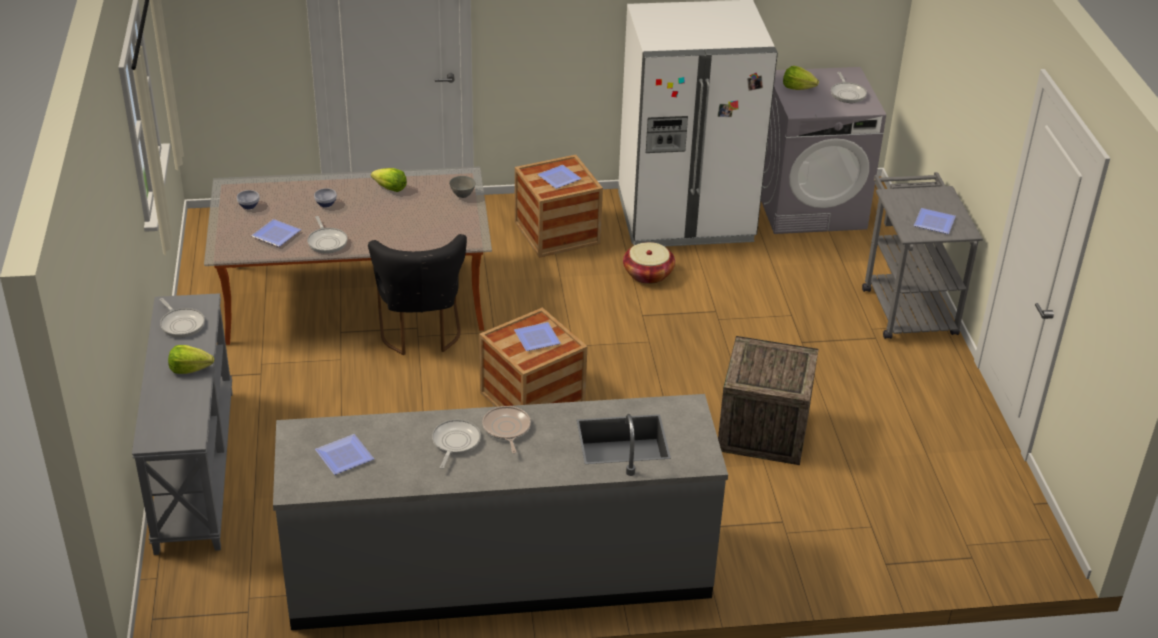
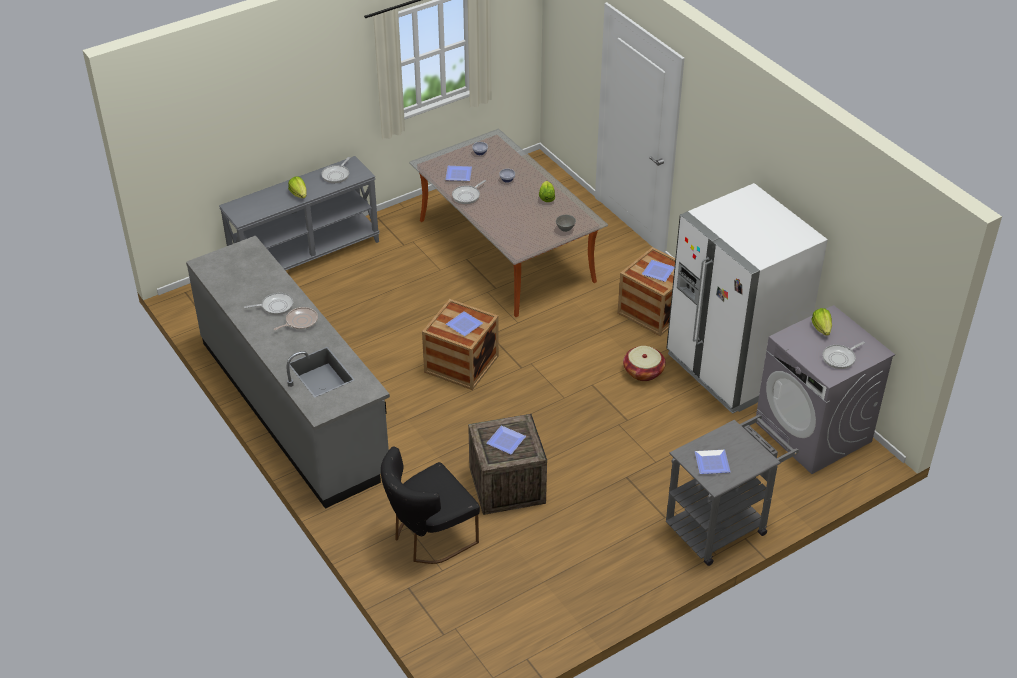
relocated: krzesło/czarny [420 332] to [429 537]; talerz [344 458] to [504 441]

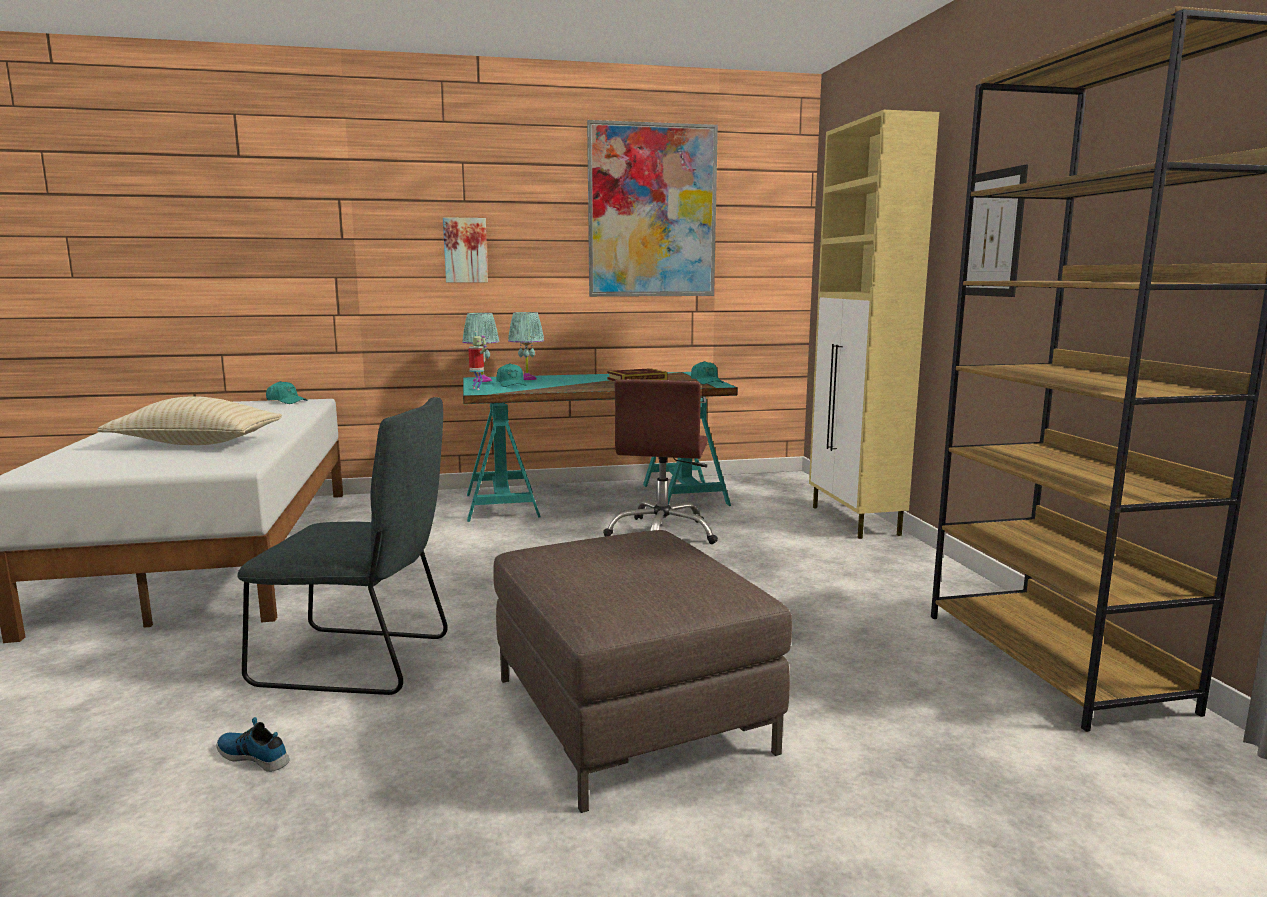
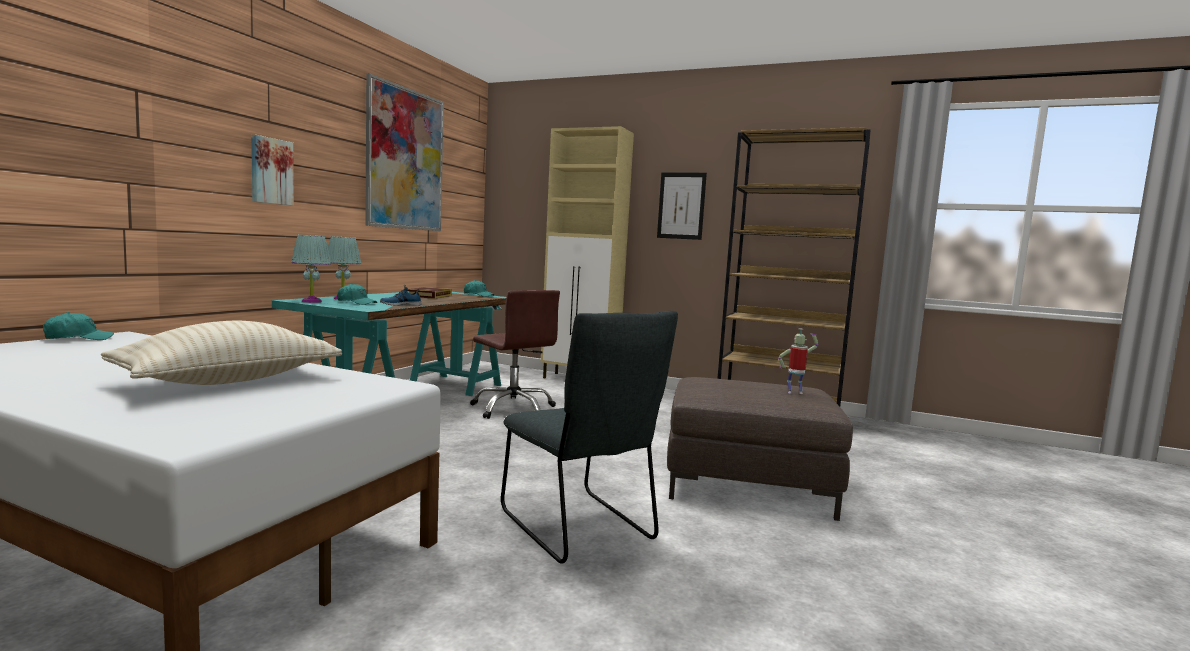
relocated: robot zabawkowy [478 389] to [794 392]; but [254 755] to [400 305]
spun: krzesło/szary [361 661] = [580 528] 105 degrees clockwise

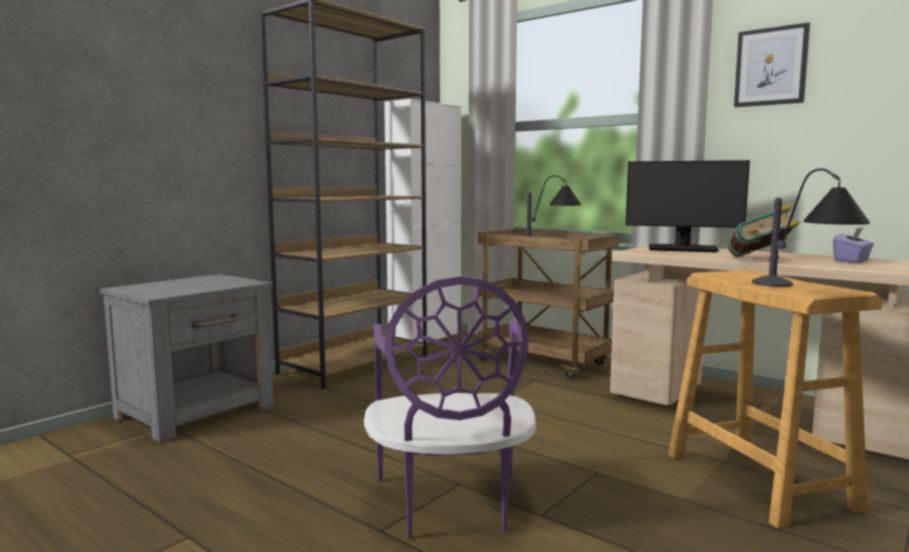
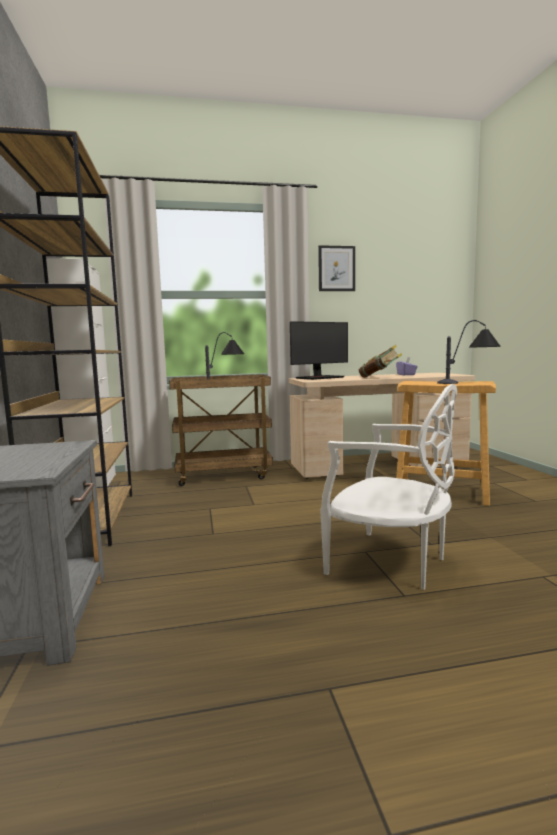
colour: krzesło/fioletowy [450 504] to krzesło/biały [390 562]

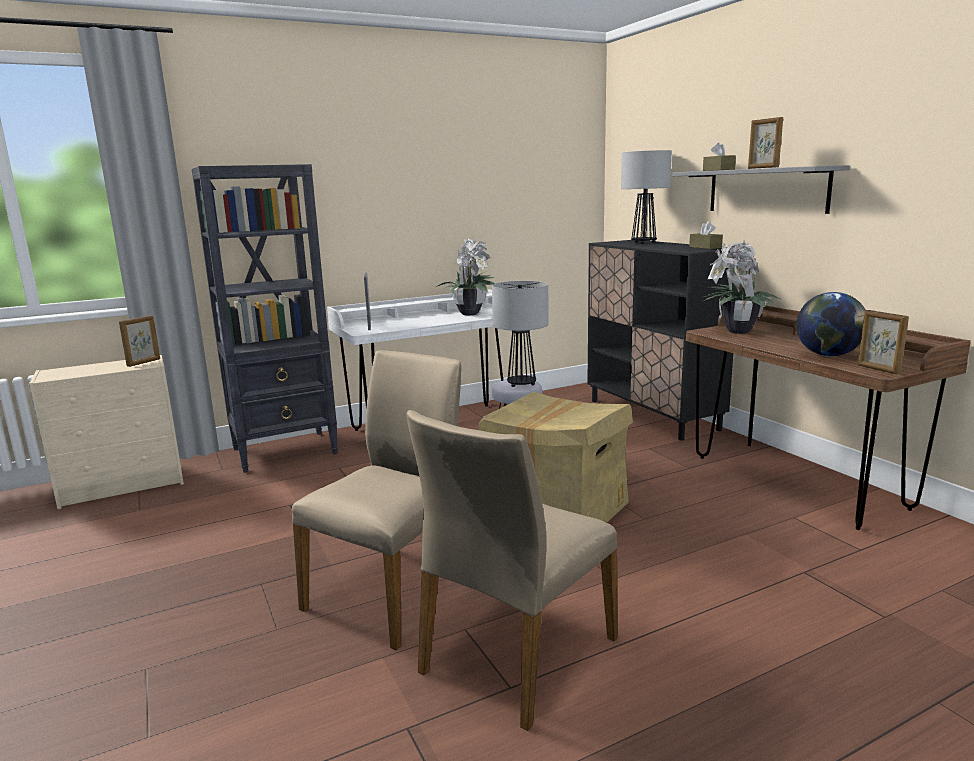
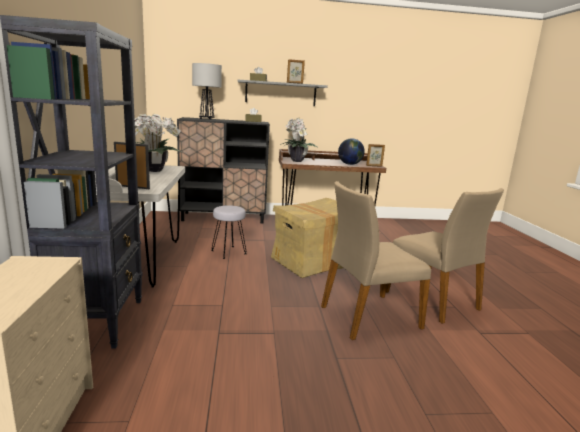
missing: lampa stołowa [522 384]; ramka na zdjęcie [144 362]
spun: krzesło/beżowy [394 591] = [368 316] 75 degrees counterclockwise

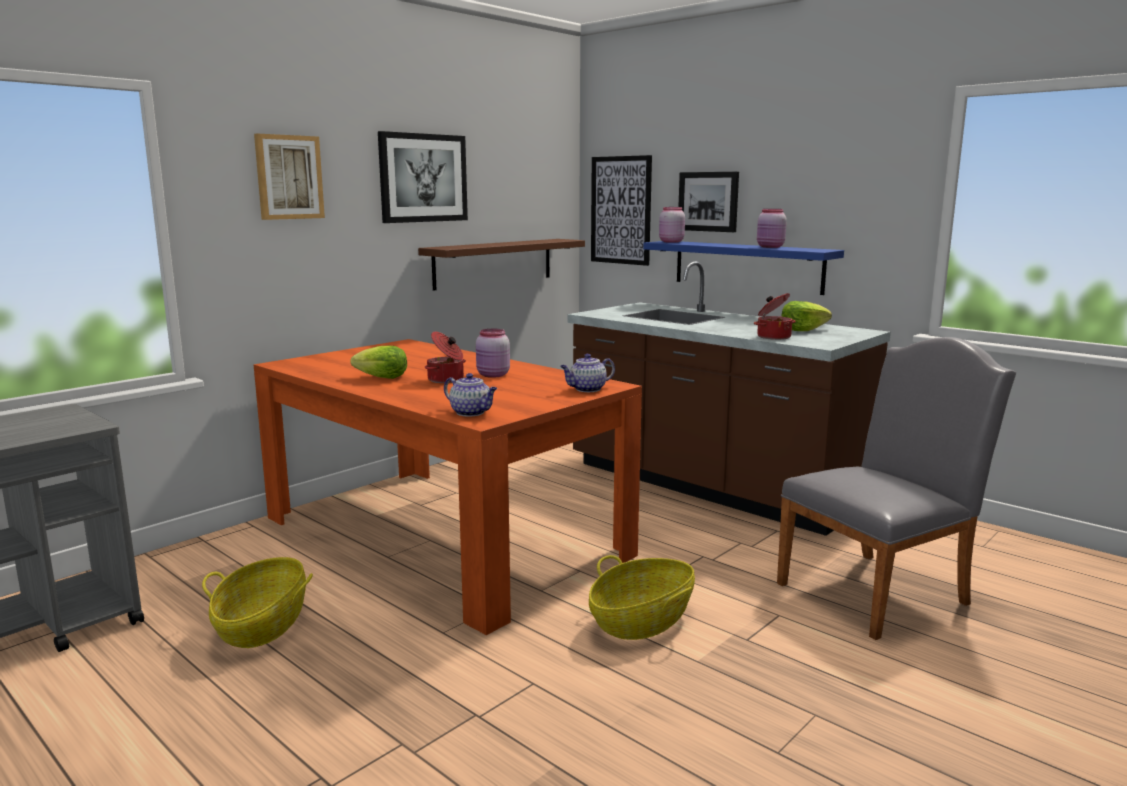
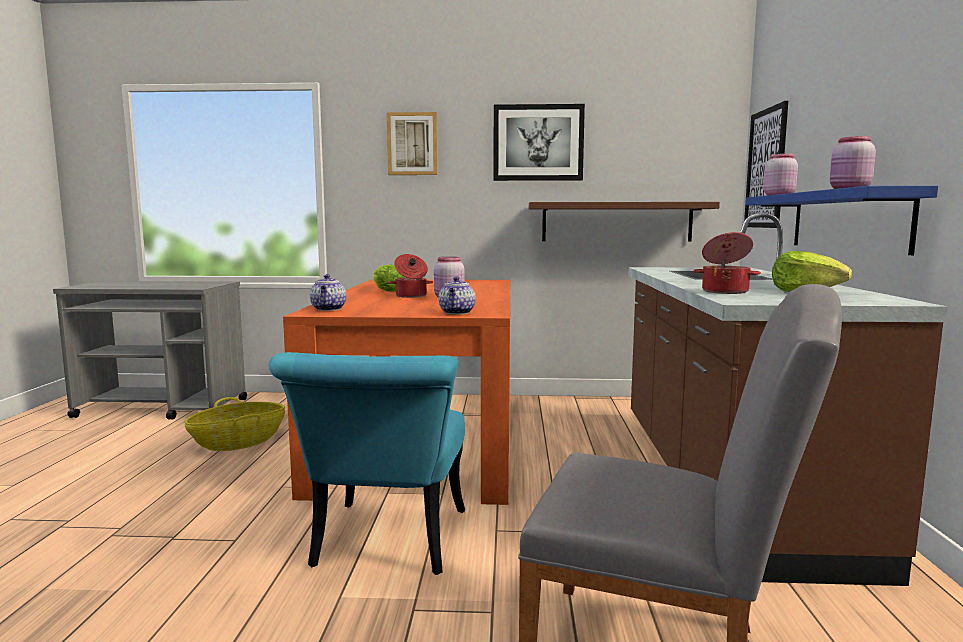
missing: obraz [708 201]
exchanged: koszyk [641 621] to krzesło/turkusowy [386 546]
spun: imbryk [587 389] = [457 312] 105 degrees counterclockwise

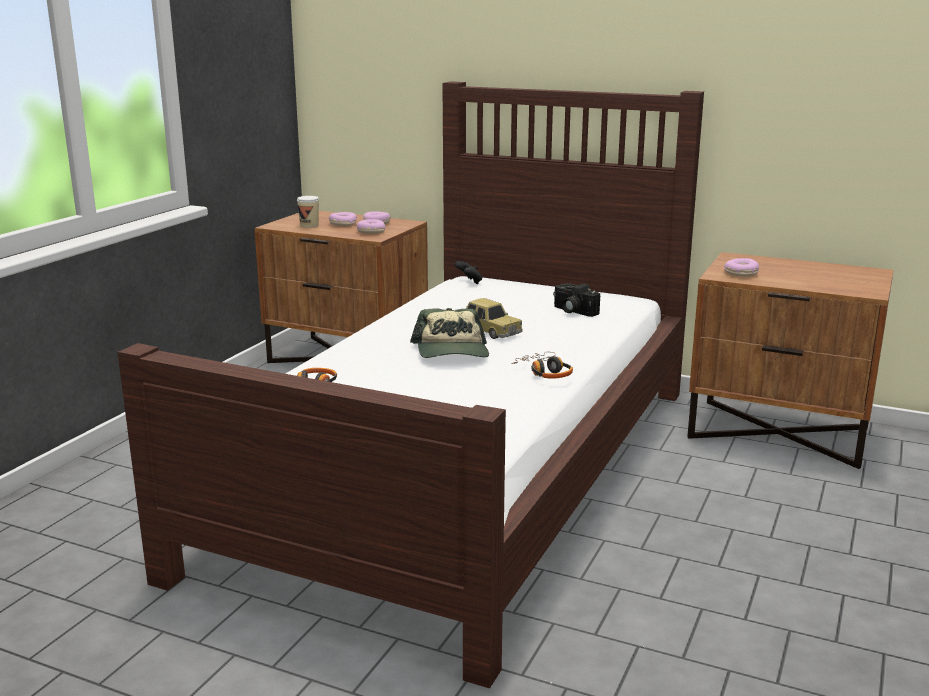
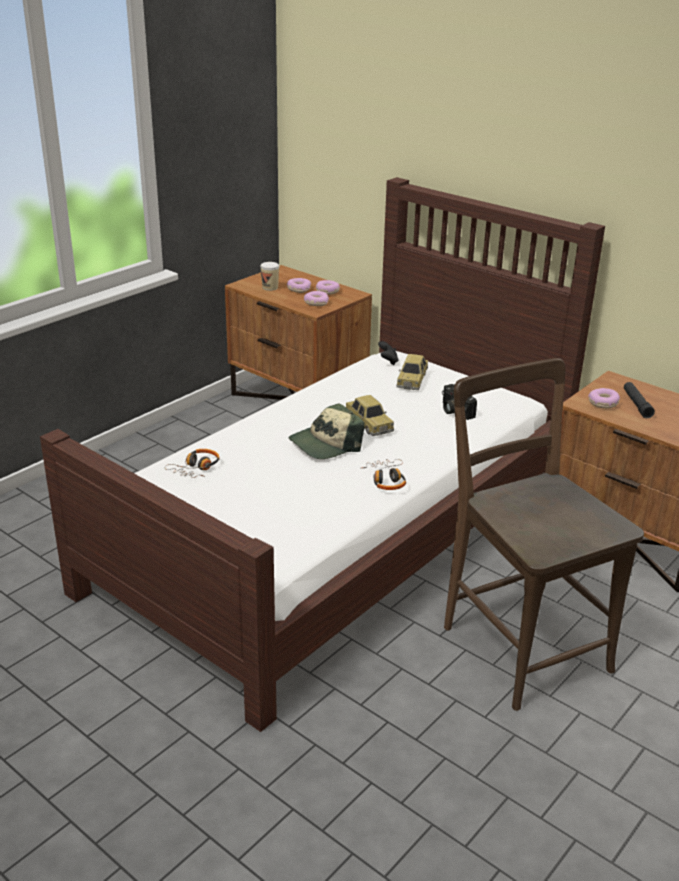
appeared: samochodzik [412 380]; krzesło/brązowy [520 643]; latarka/czarny [637 404]
spun: czapka z daszkiem [452 352] = [326 444] 45 degrees clockwise

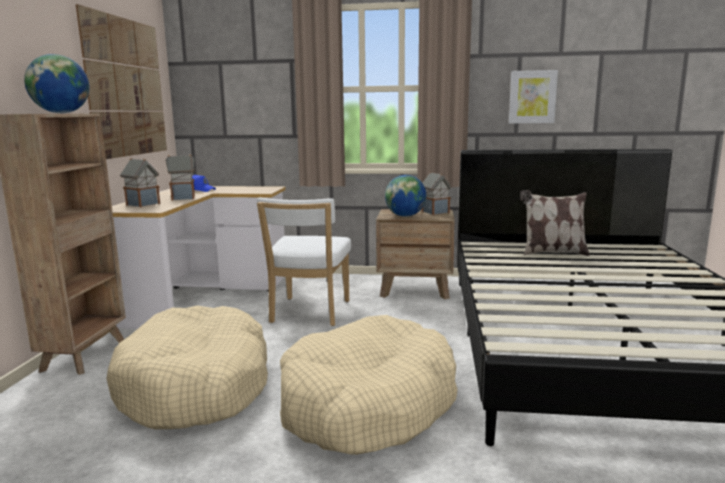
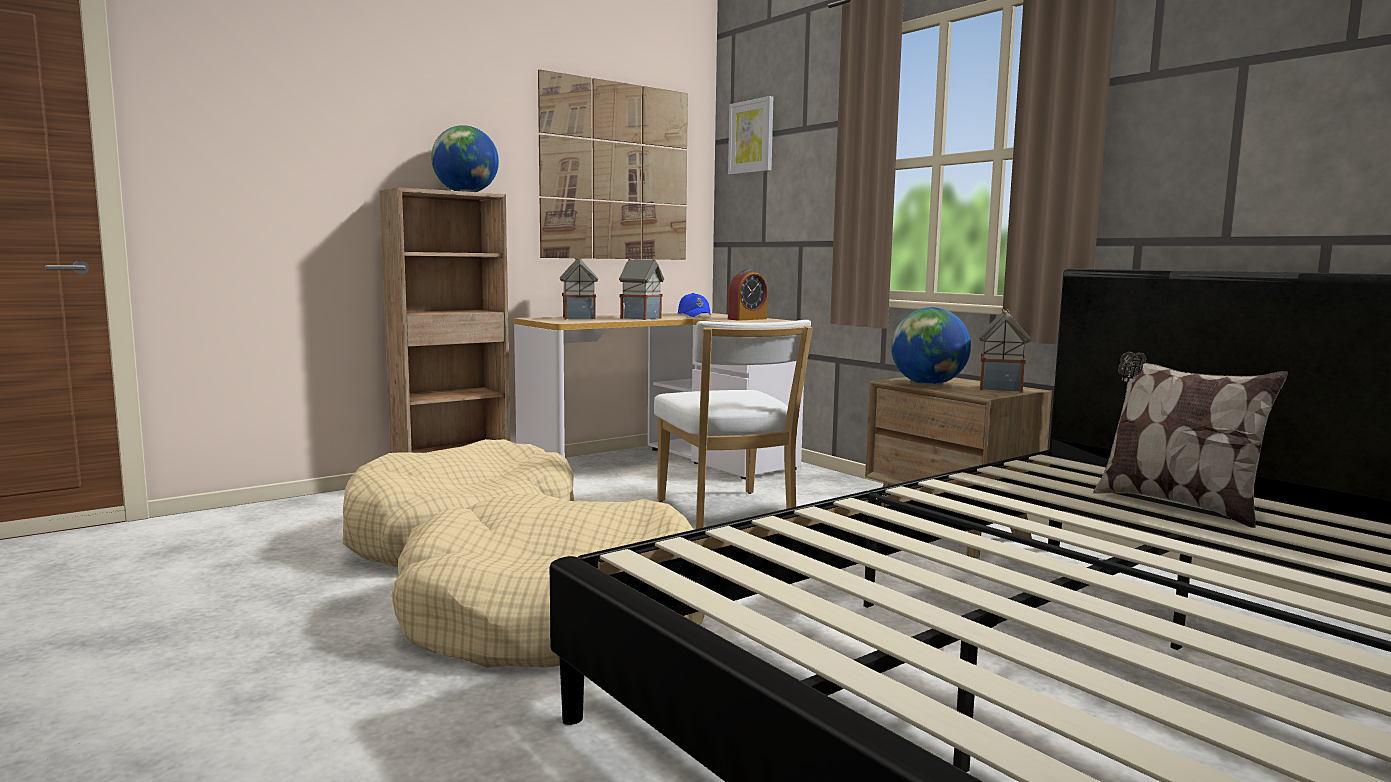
appeared: budzik [747 319]
relocated: obraz [532 97] to [751 137]
spun: krzesło/biały [309 313] = [727 513] 75 degrees counterclockwise

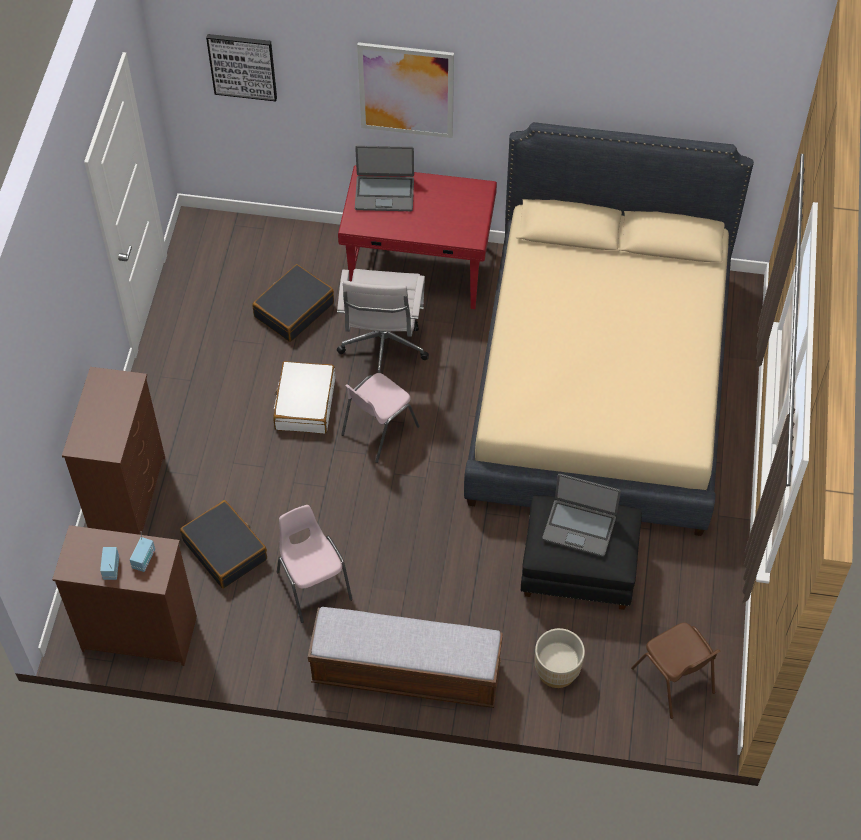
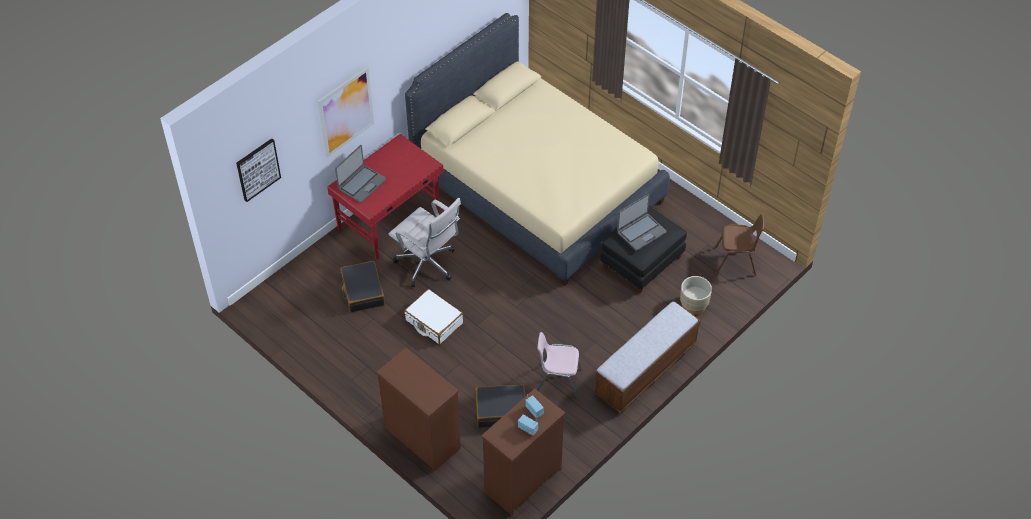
missing: krzesło/różowy [378 430]

